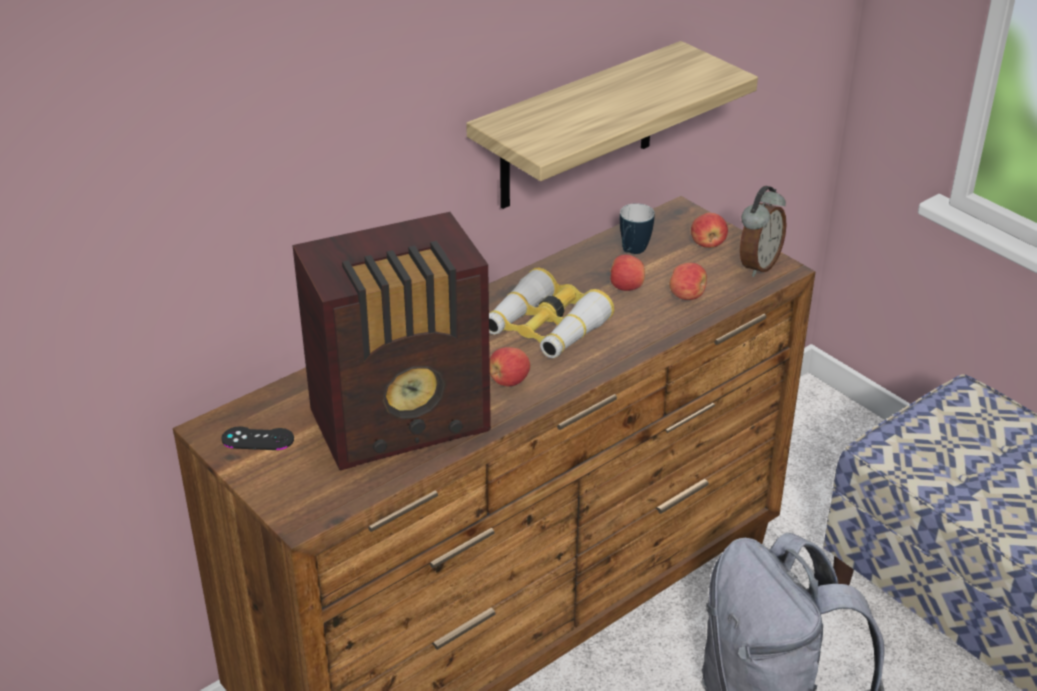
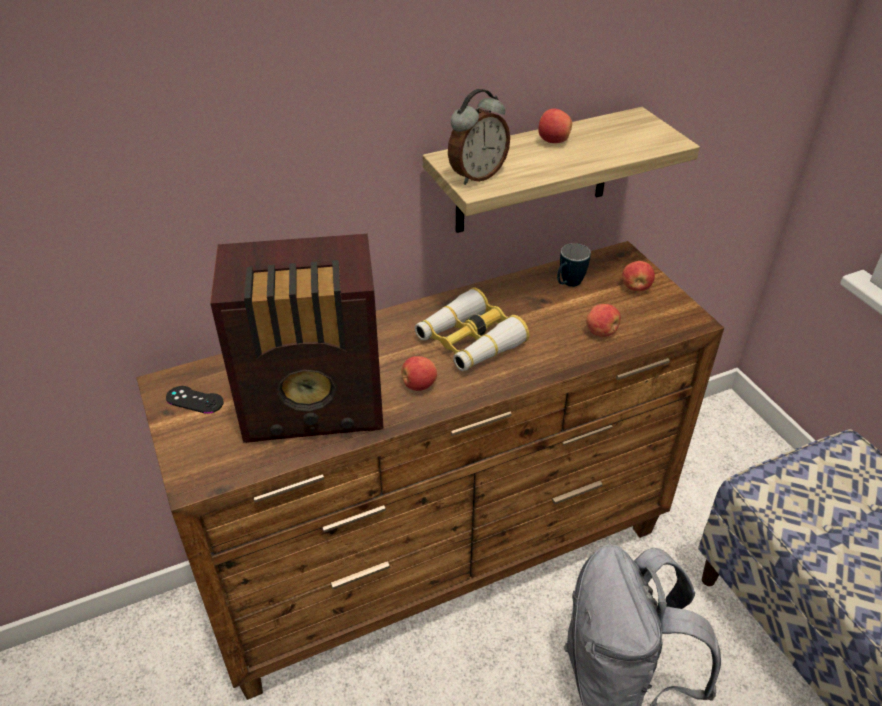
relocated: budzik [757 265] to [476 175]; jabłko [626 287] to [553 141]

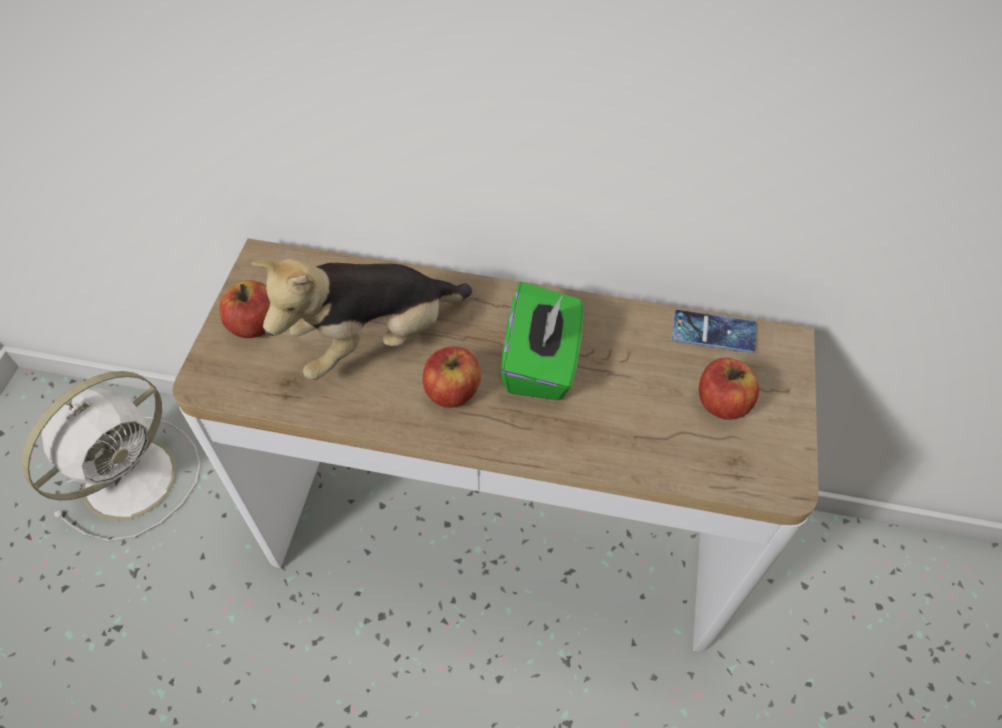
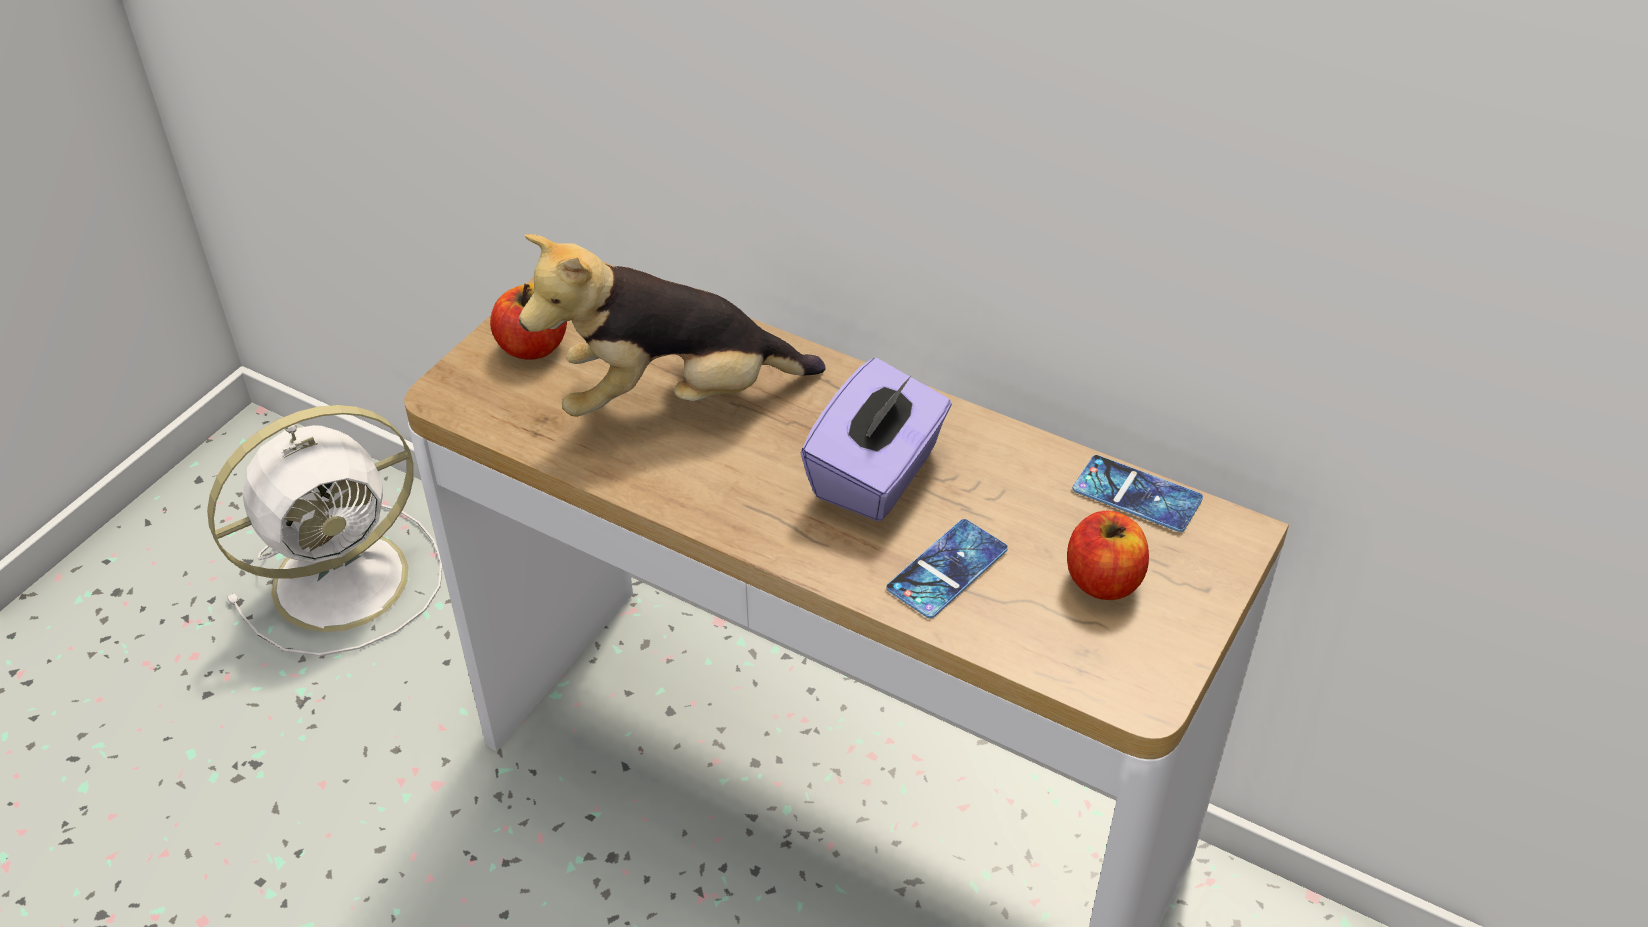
missing: jabłko [452 391]
appeared: telefon [947 569]
colour: pudełko chusteczek/zielony [541 363] to pudełko chusteczek/fioletowy [877 474]

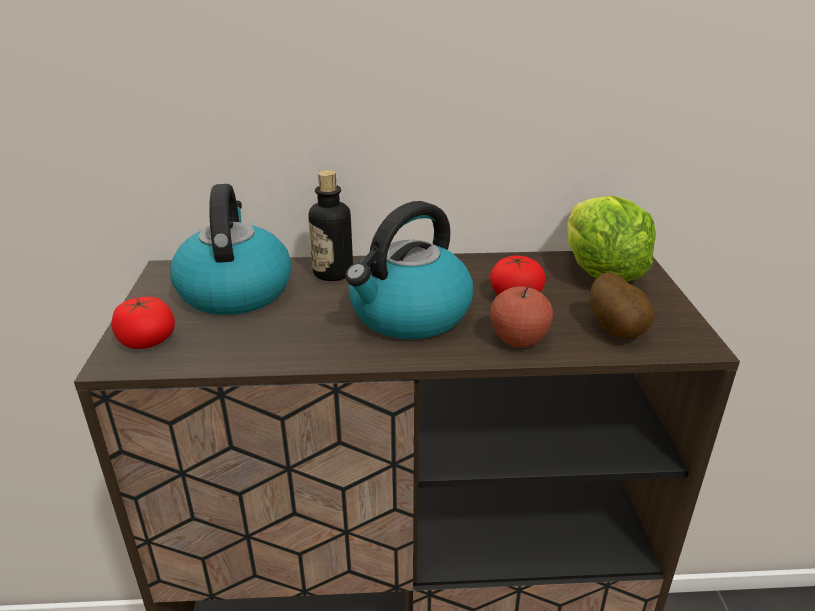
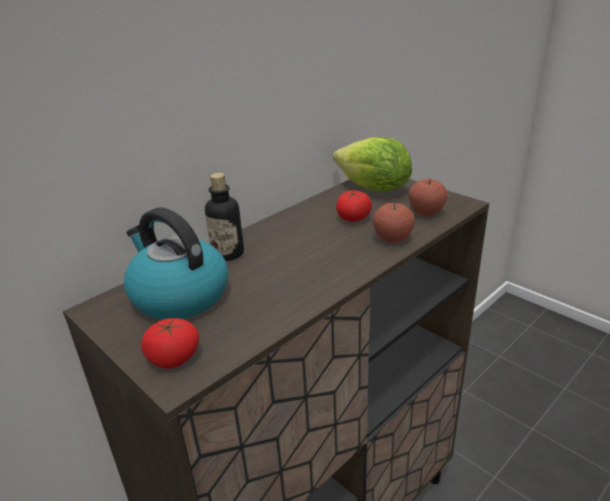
missing: czajnik [409 315]
exchanged: ziemniak [618 331] to jabłko [426 212]

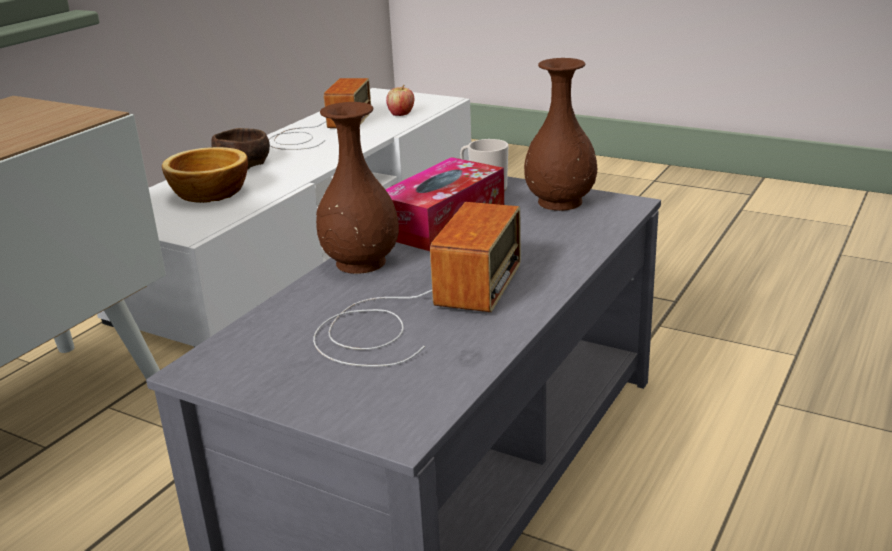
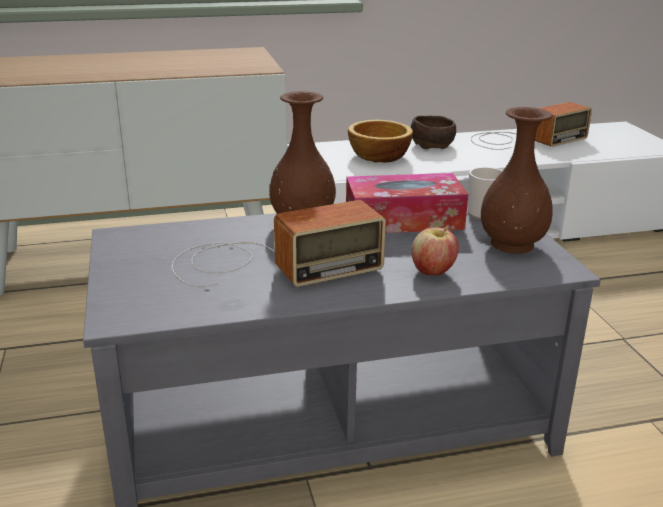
relocated: jabłko [401 114] to [433 271]

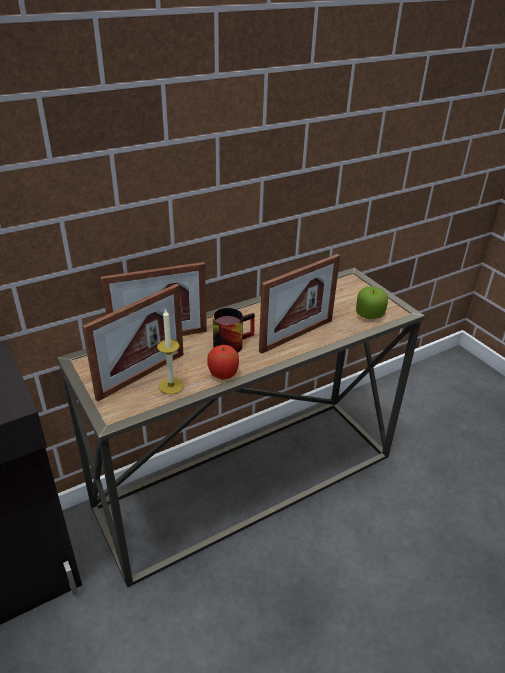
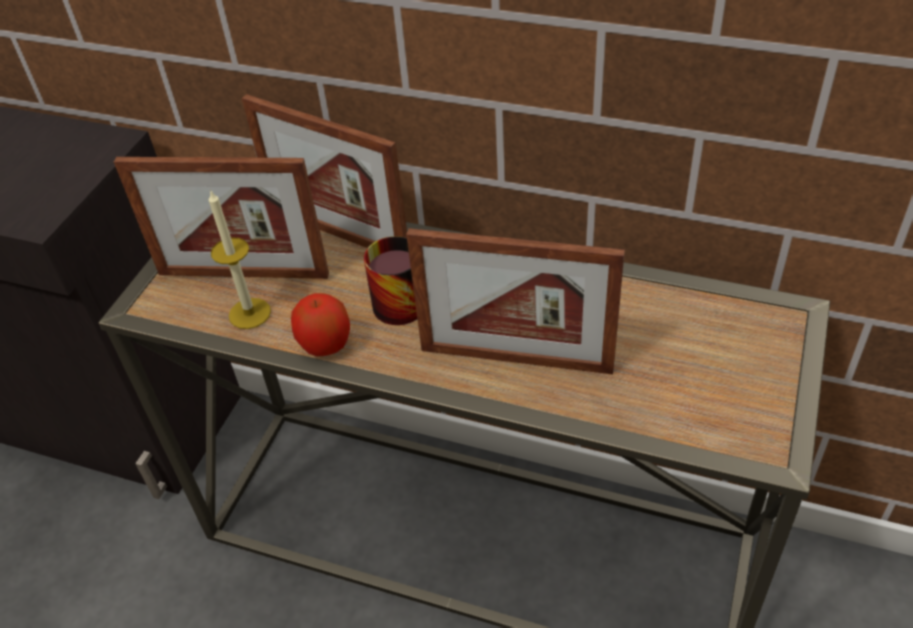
missing: jabłko [369 314]

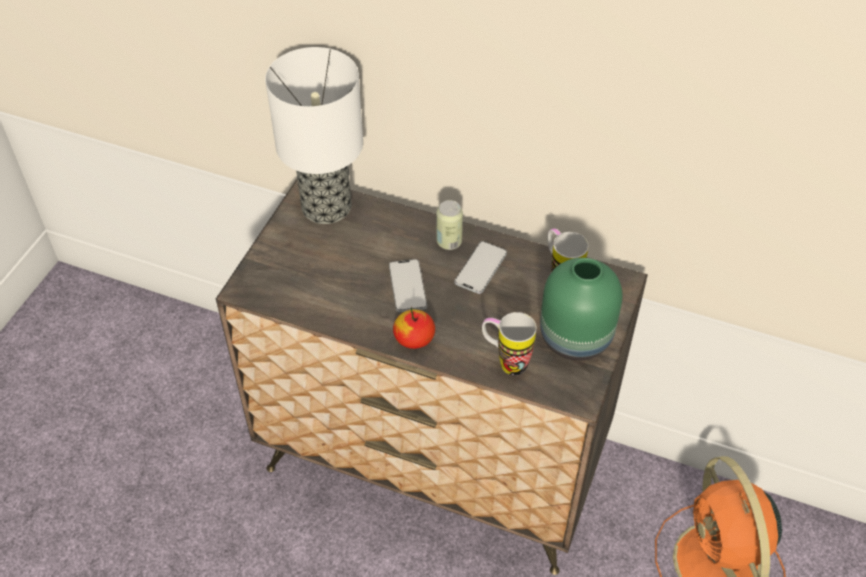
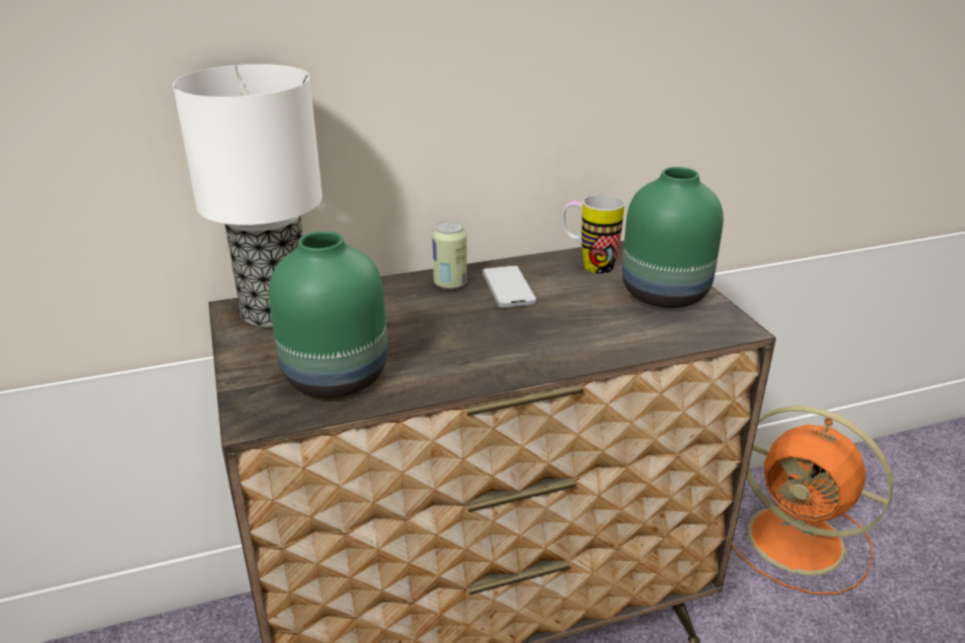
missing: telefon [407 286]; jabłko [414 338]; kubek [505 361]
appeared: wazon/zielony [338 376]

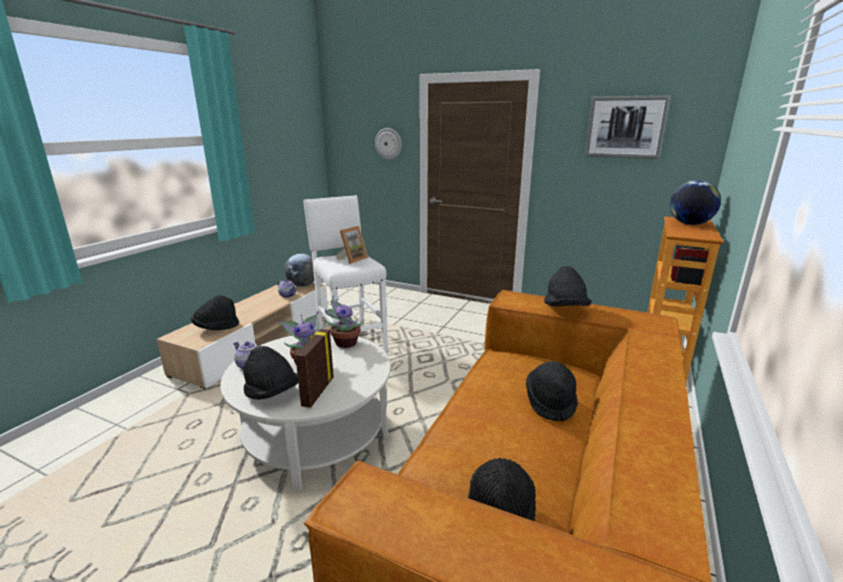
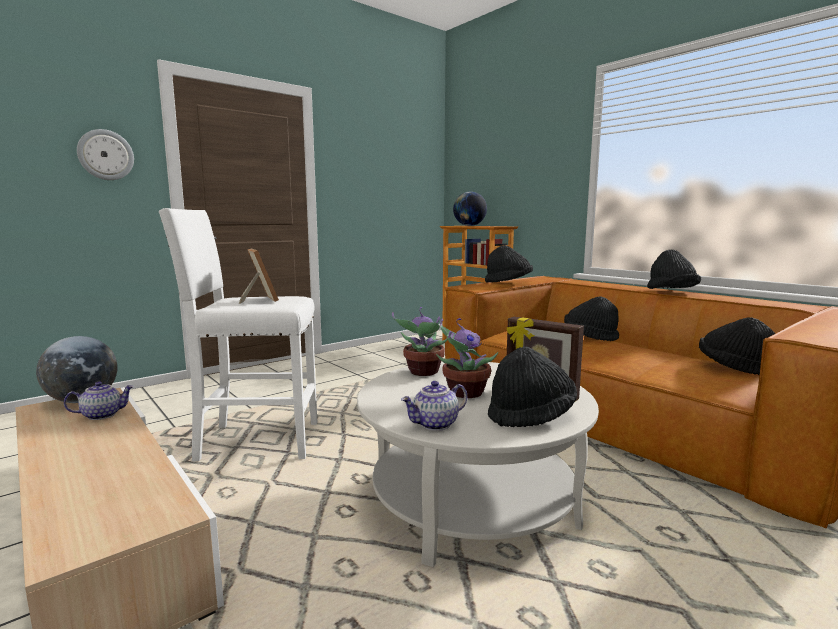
missing: obraz [625 127]
relocated: kapelusz/czarny [216 328] to [671 292]

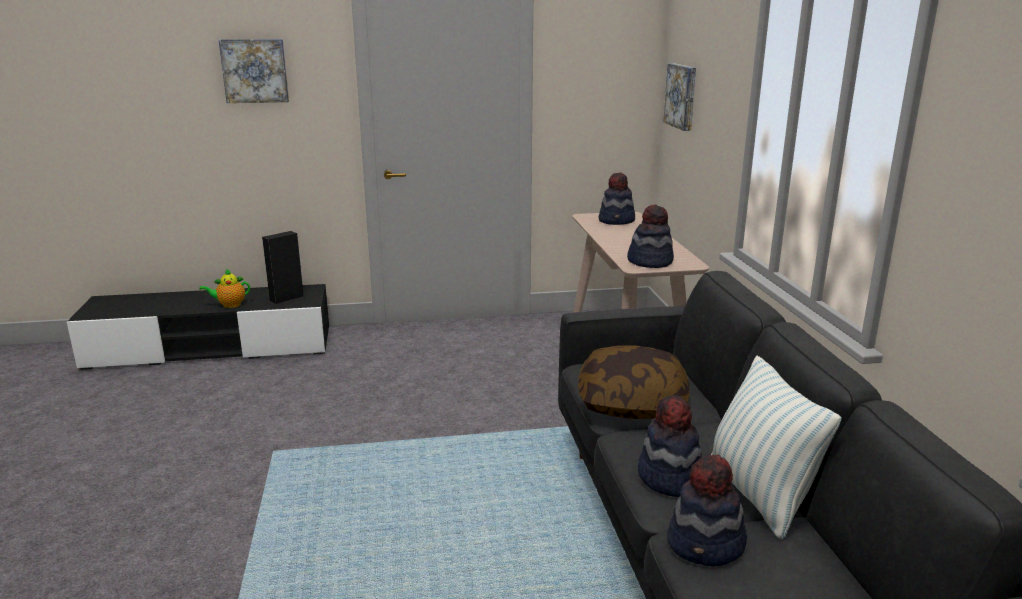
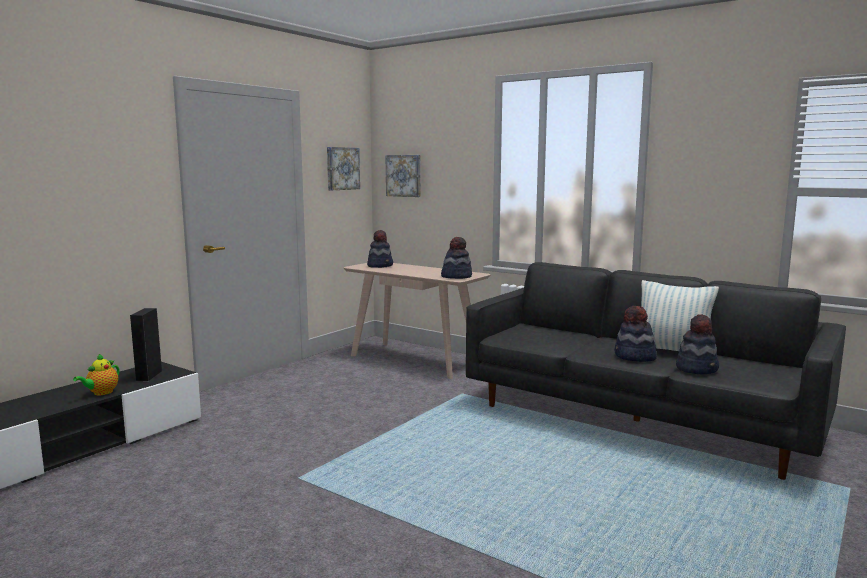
missing: poduszka [632 402]
relocated: obraz [255 70] to [342 168]

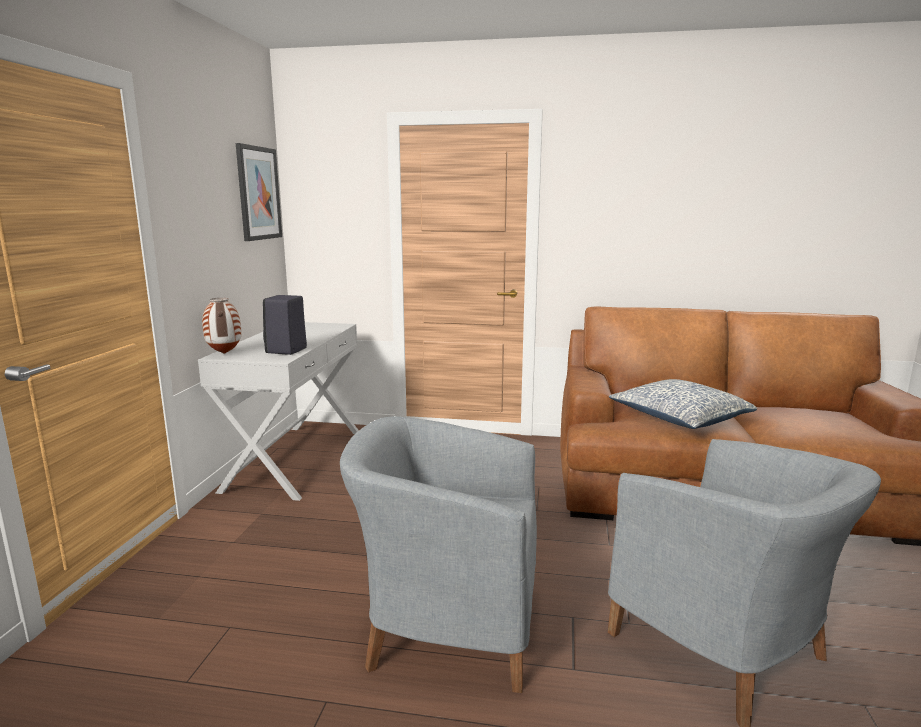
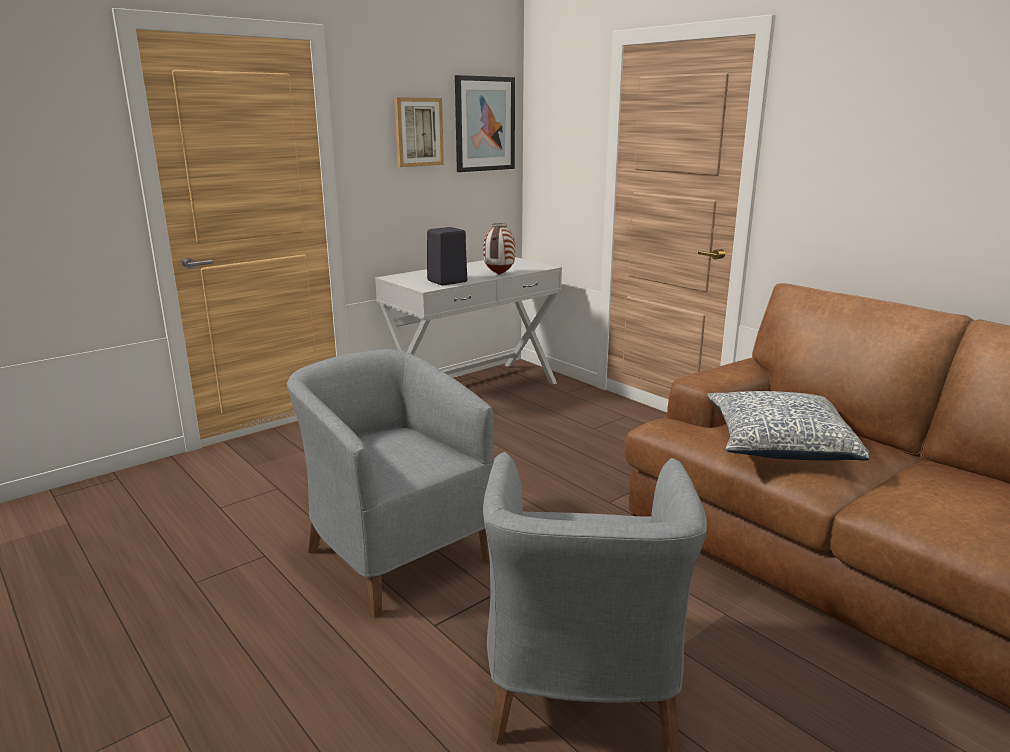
appeared: obraz [418 132]
relocated: wazon [224 353] to [499 274]

